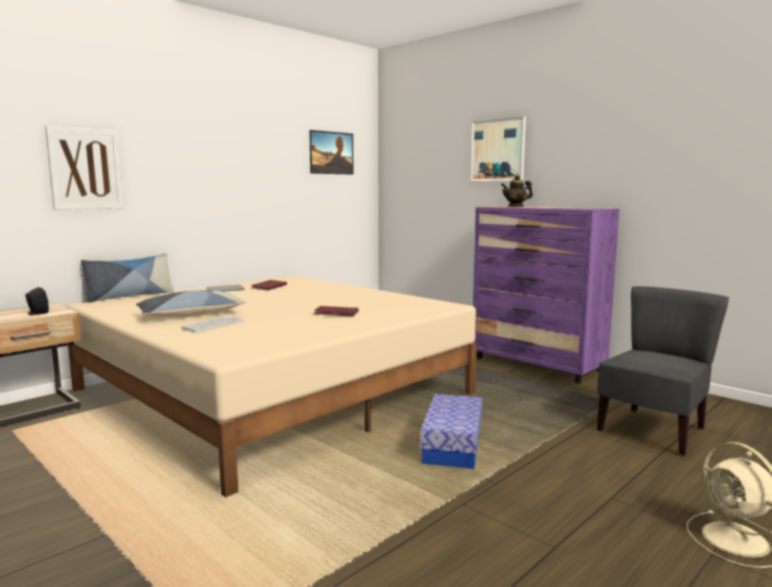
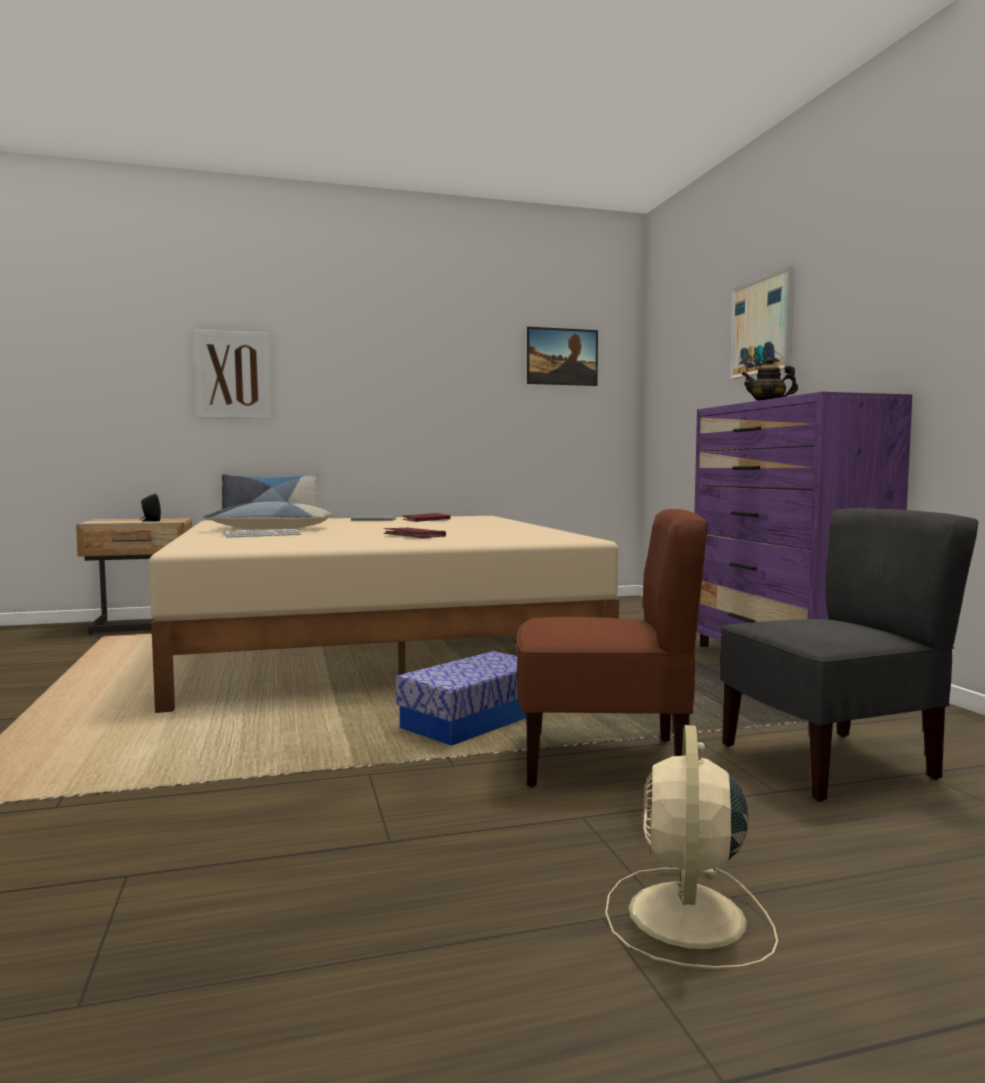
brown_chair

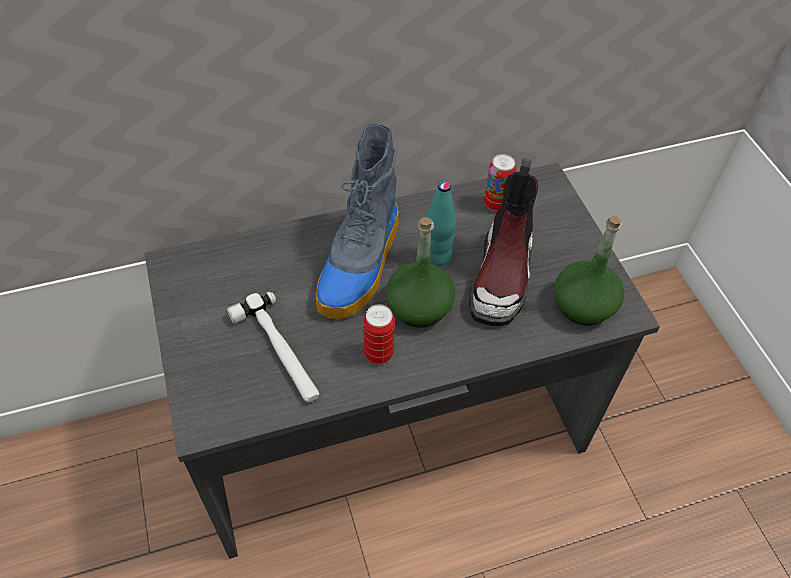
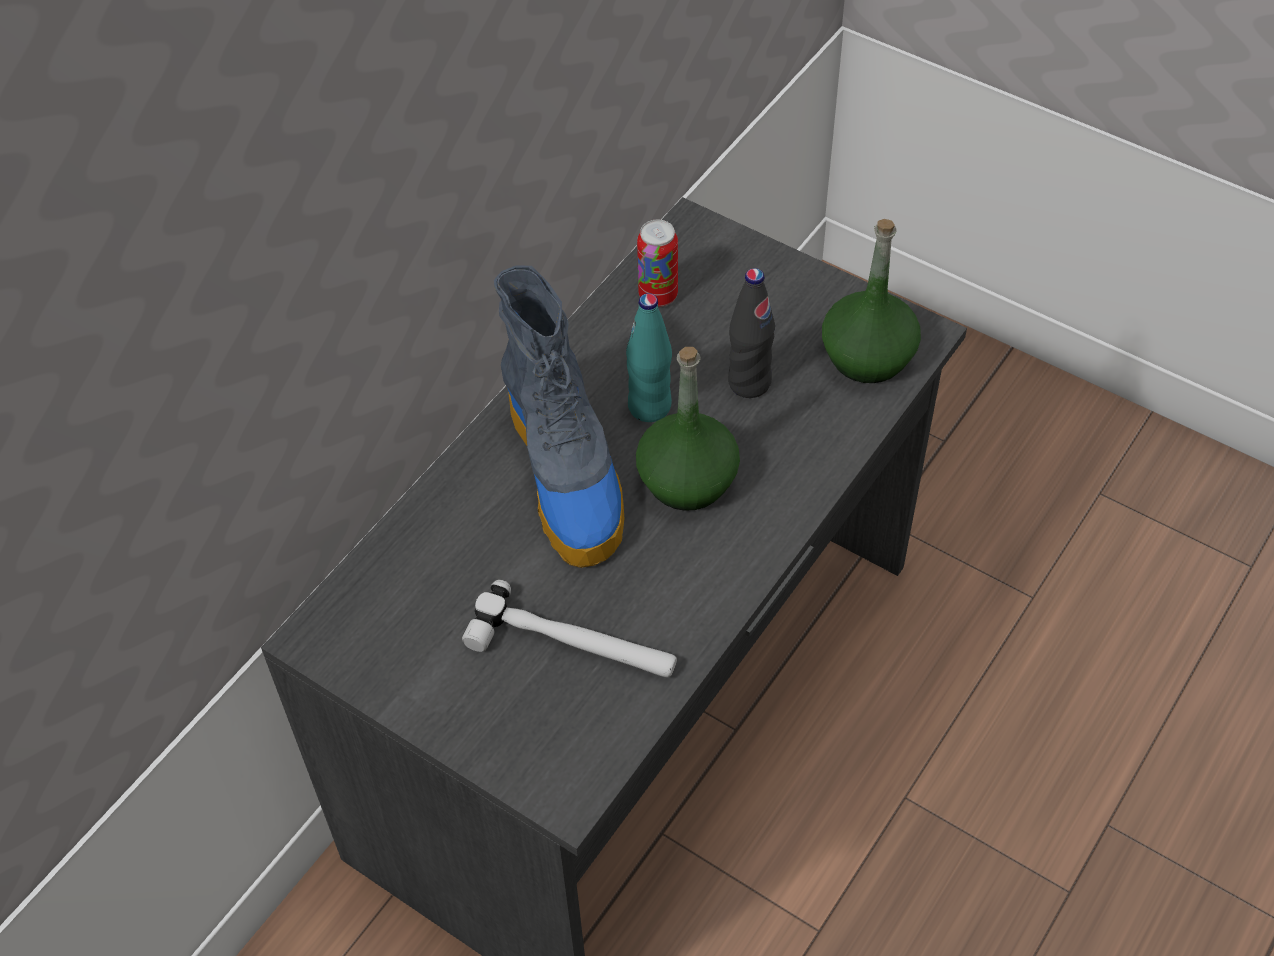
black_bottle
can (1st from left in the first image)

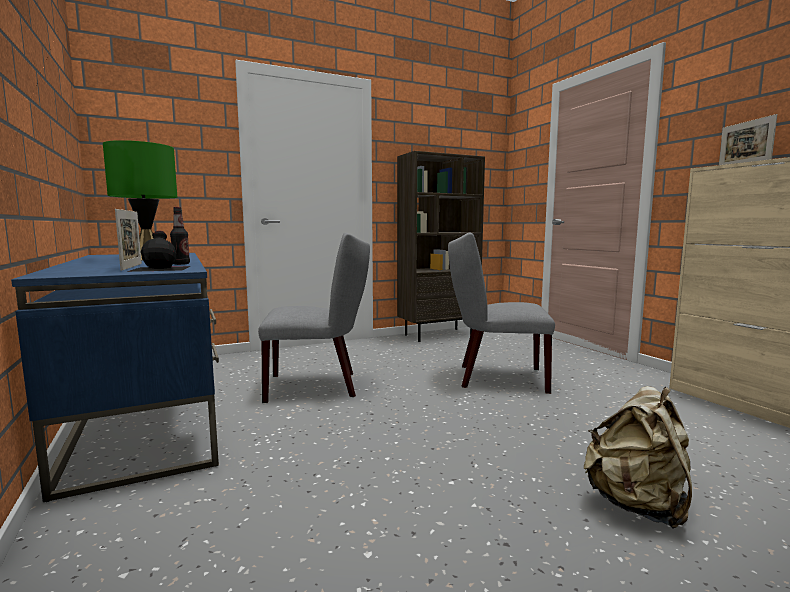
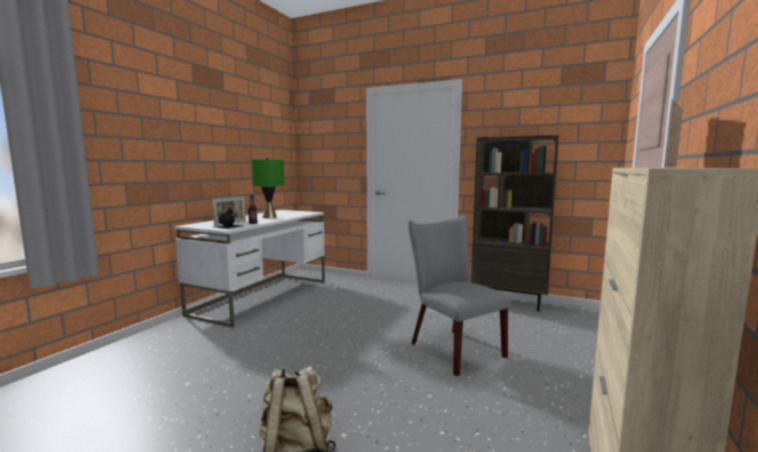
white_desk
grey_chair (1st from left in the first image)

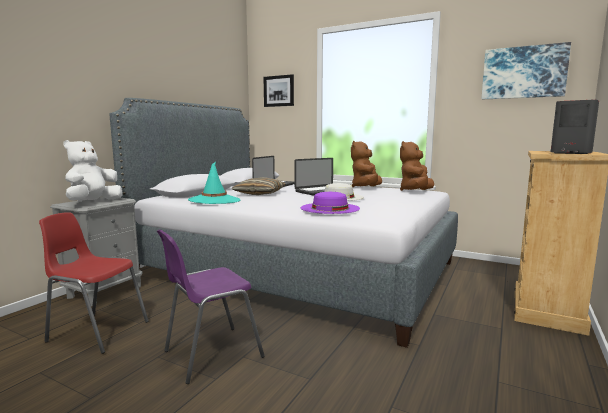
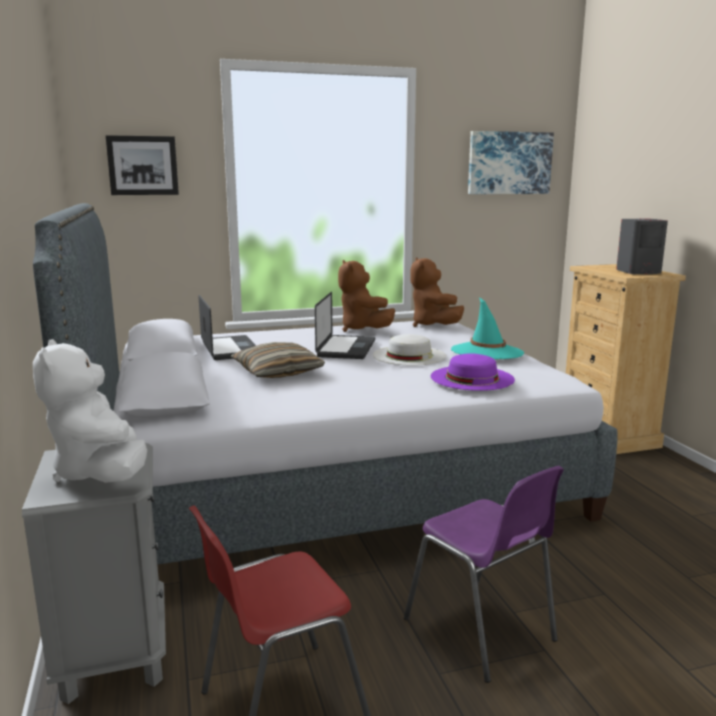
purple_chair
turquoise_hat

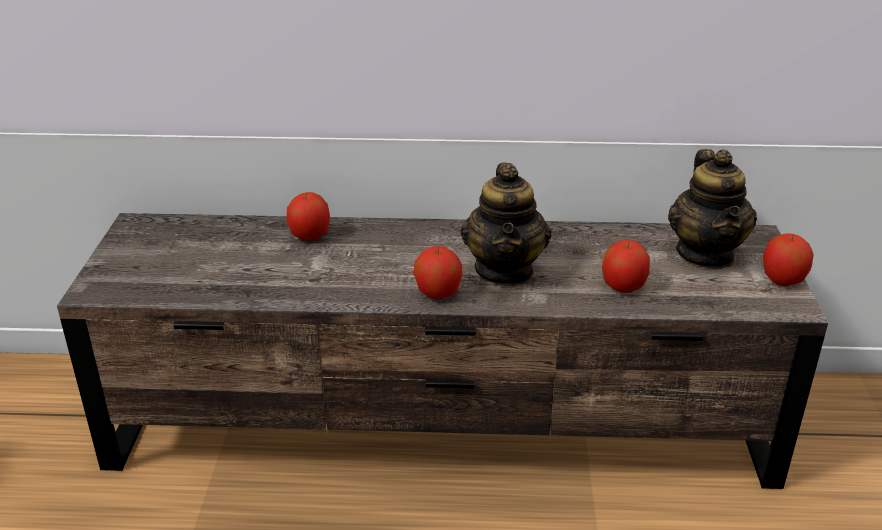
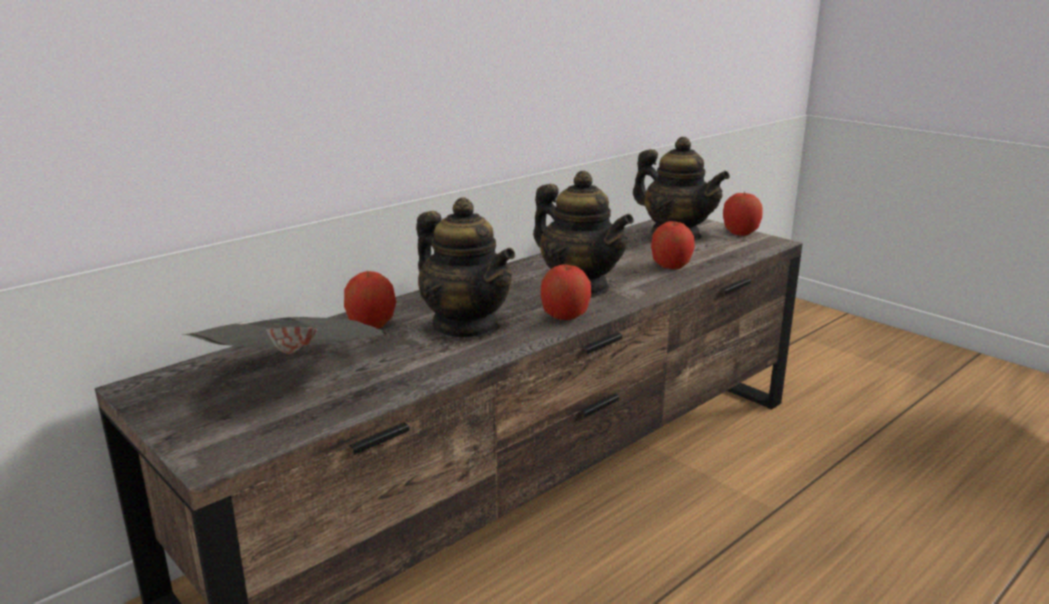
newspaper
teapot (1st from left)

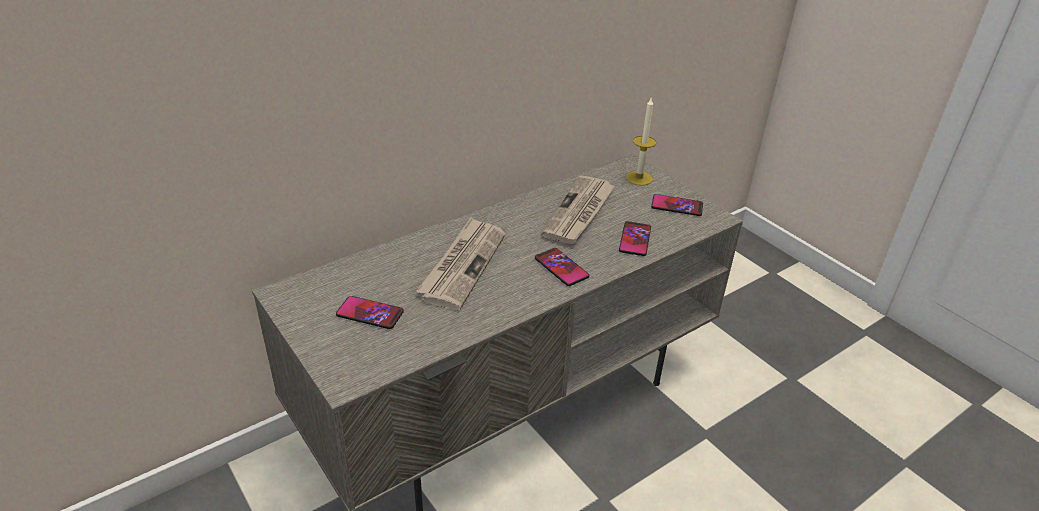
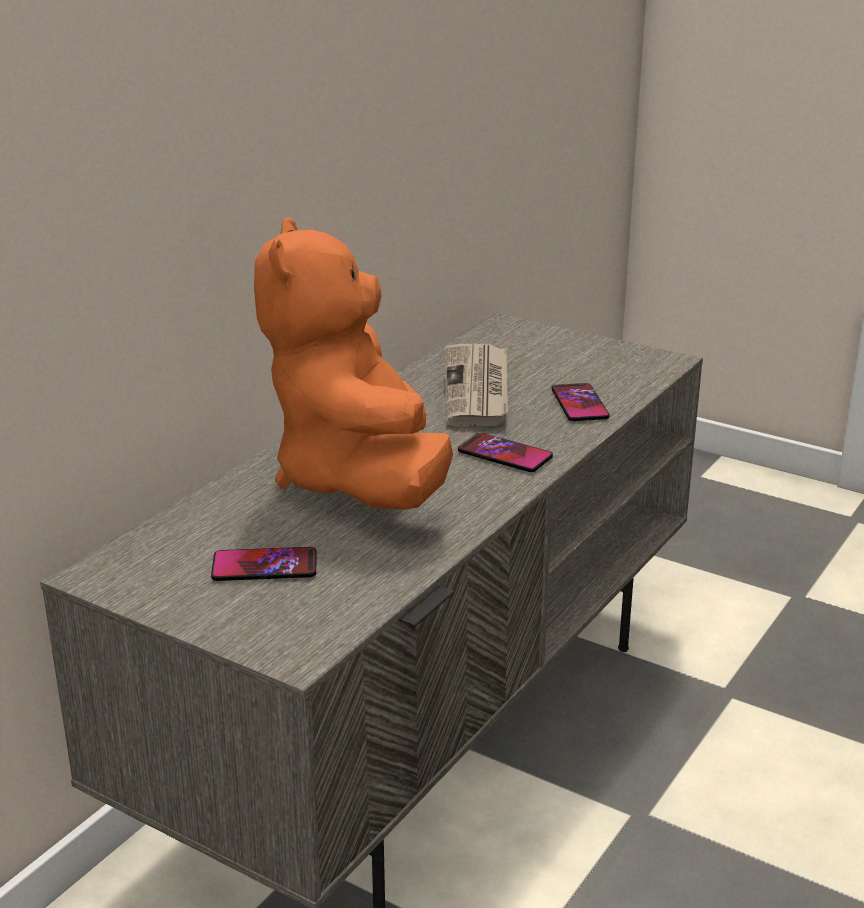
orange_plush_toy
candle
phone (4th from left in the first image)

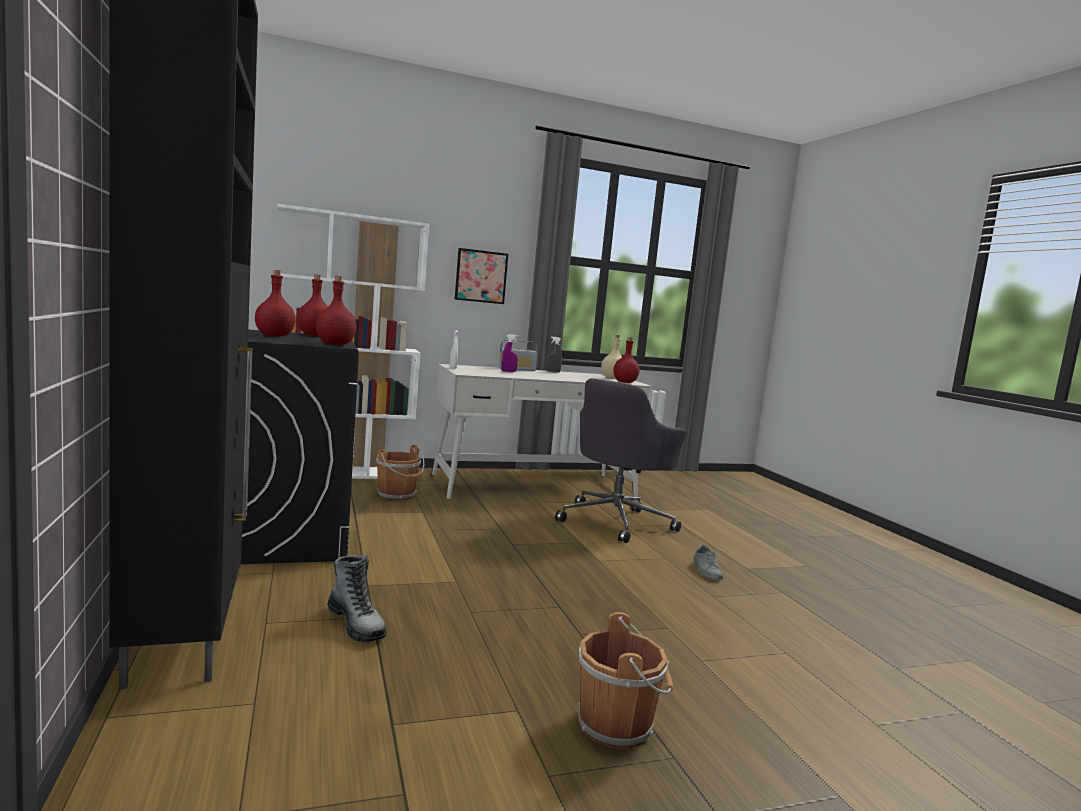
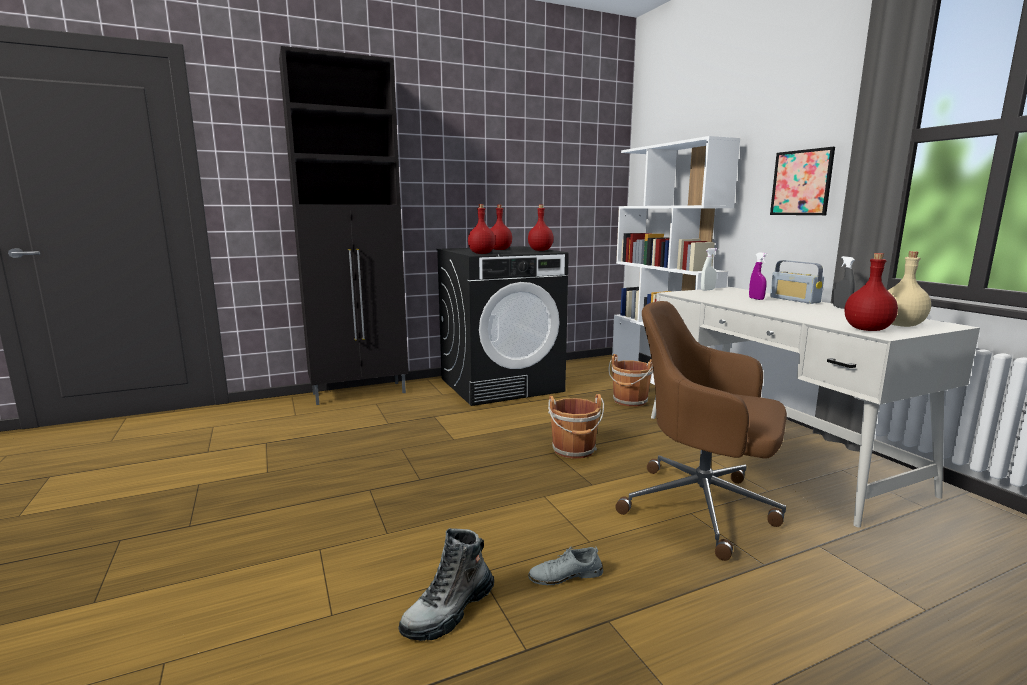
boot
brown_bucket (1st from left)
brown_office_chair

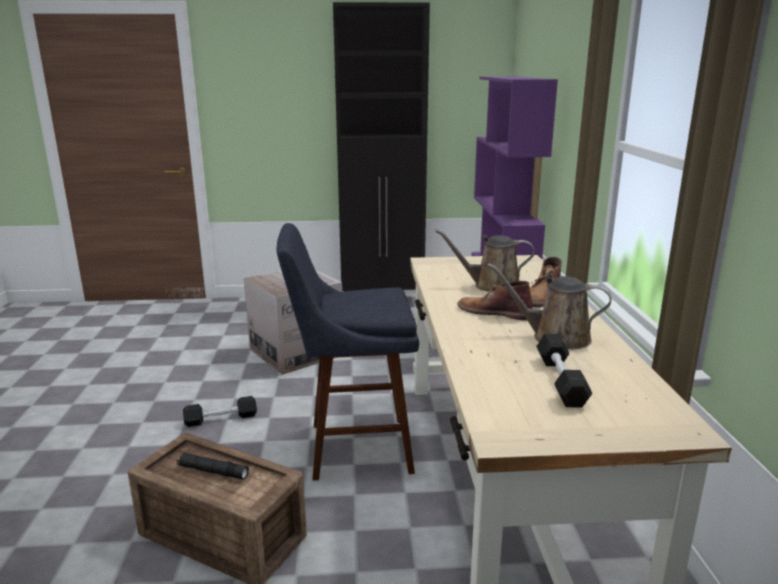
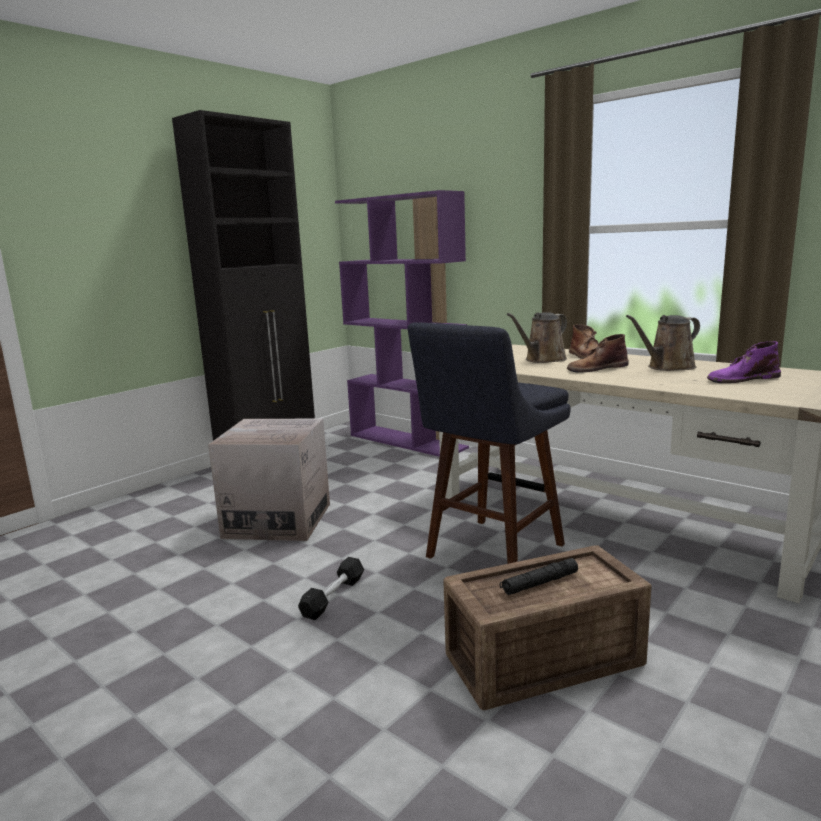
purple_boot

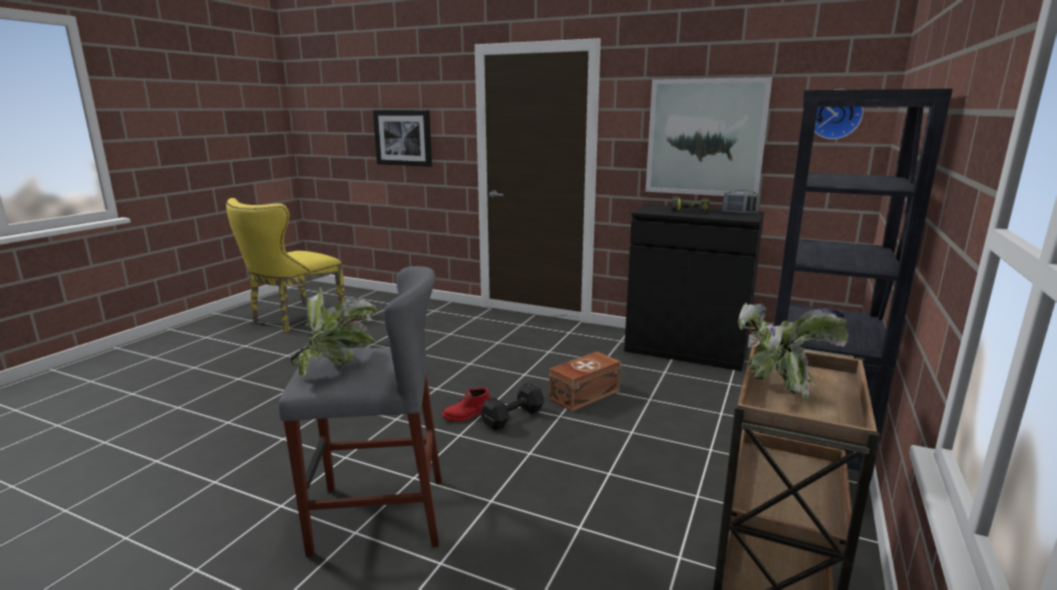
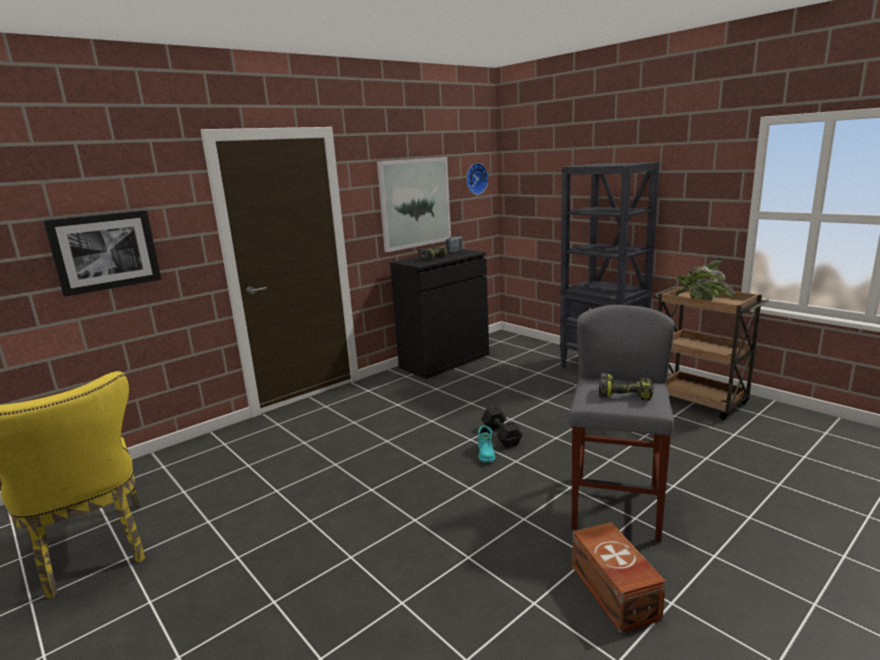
turquoise_boot
brown_storage_box
power_drill (2nd from left)

